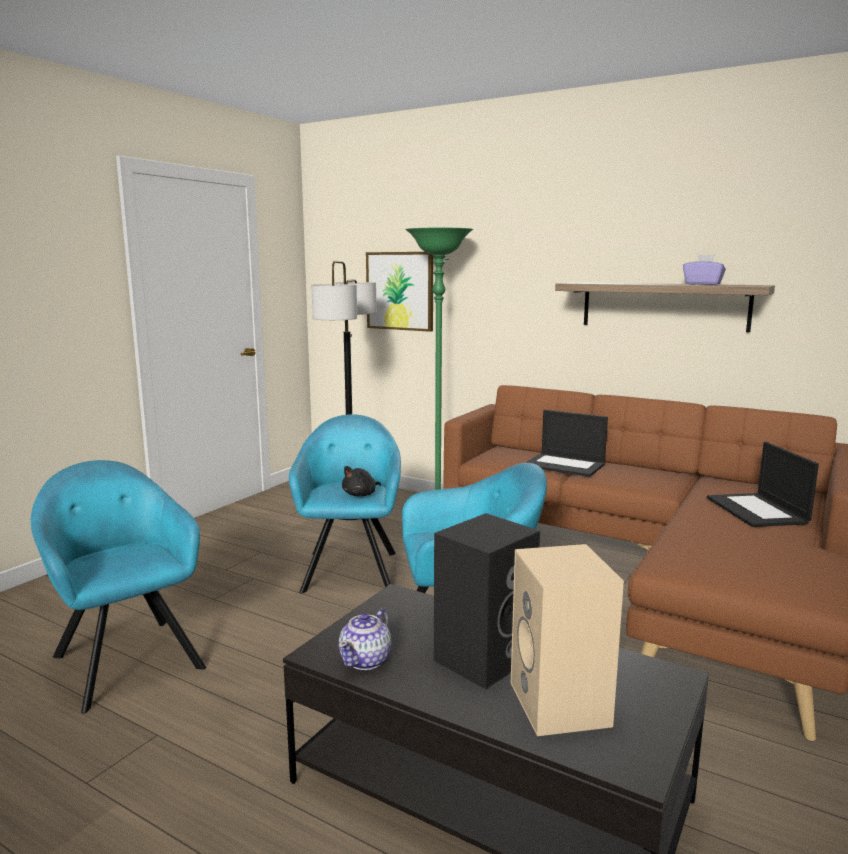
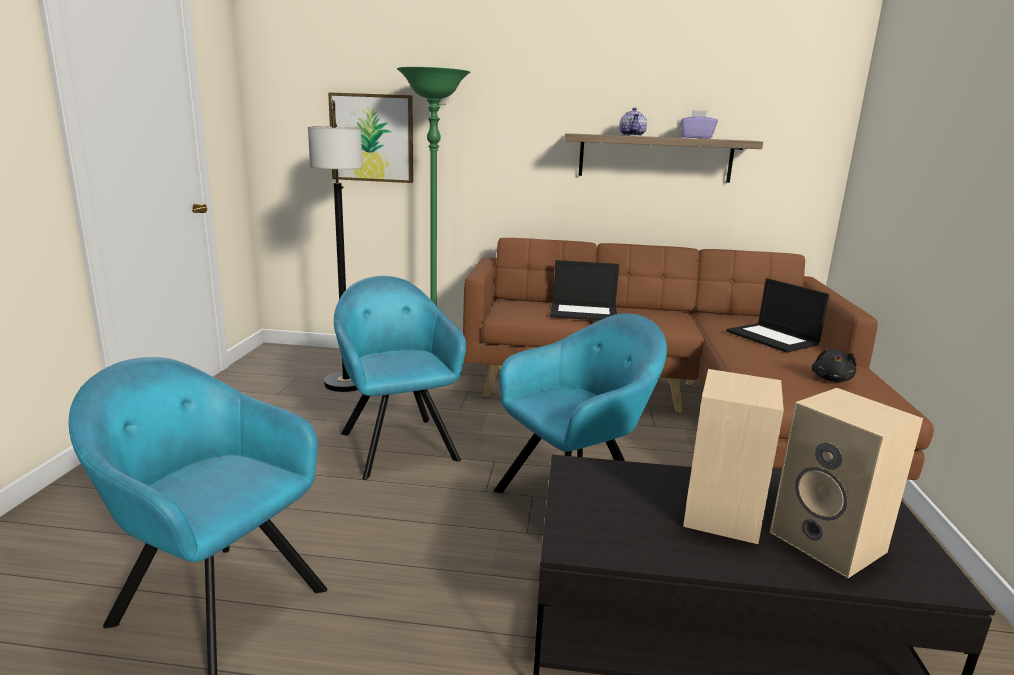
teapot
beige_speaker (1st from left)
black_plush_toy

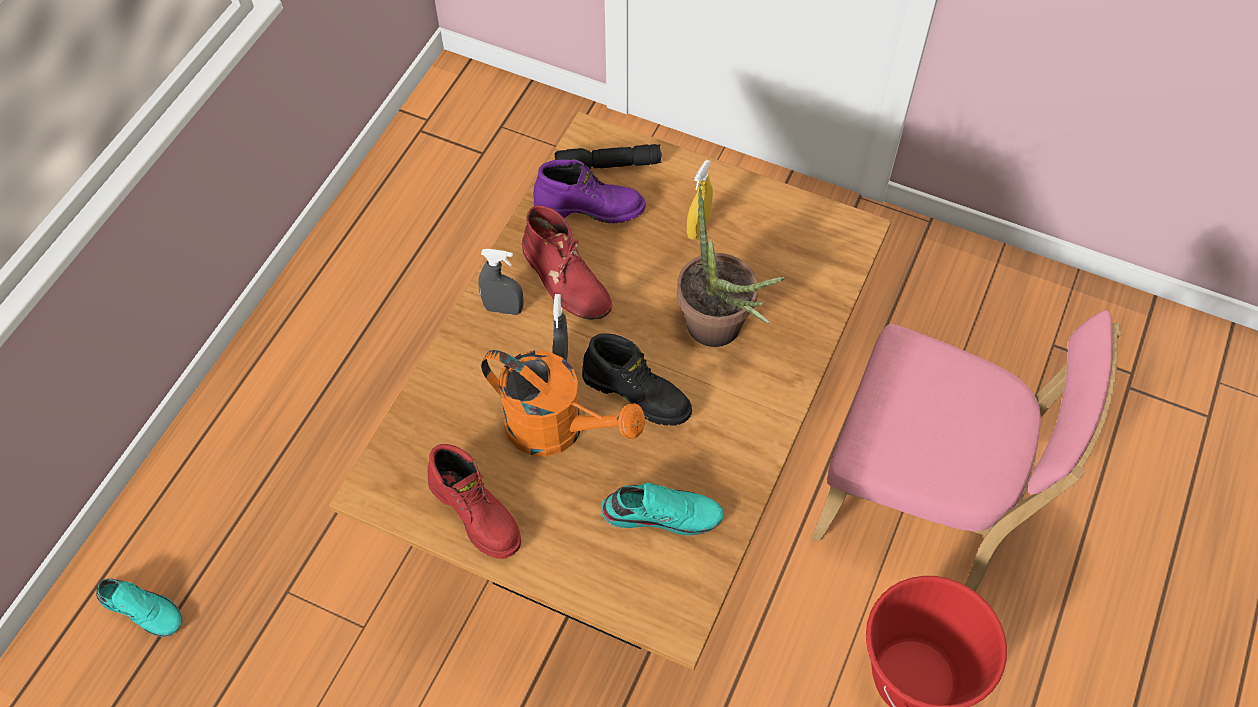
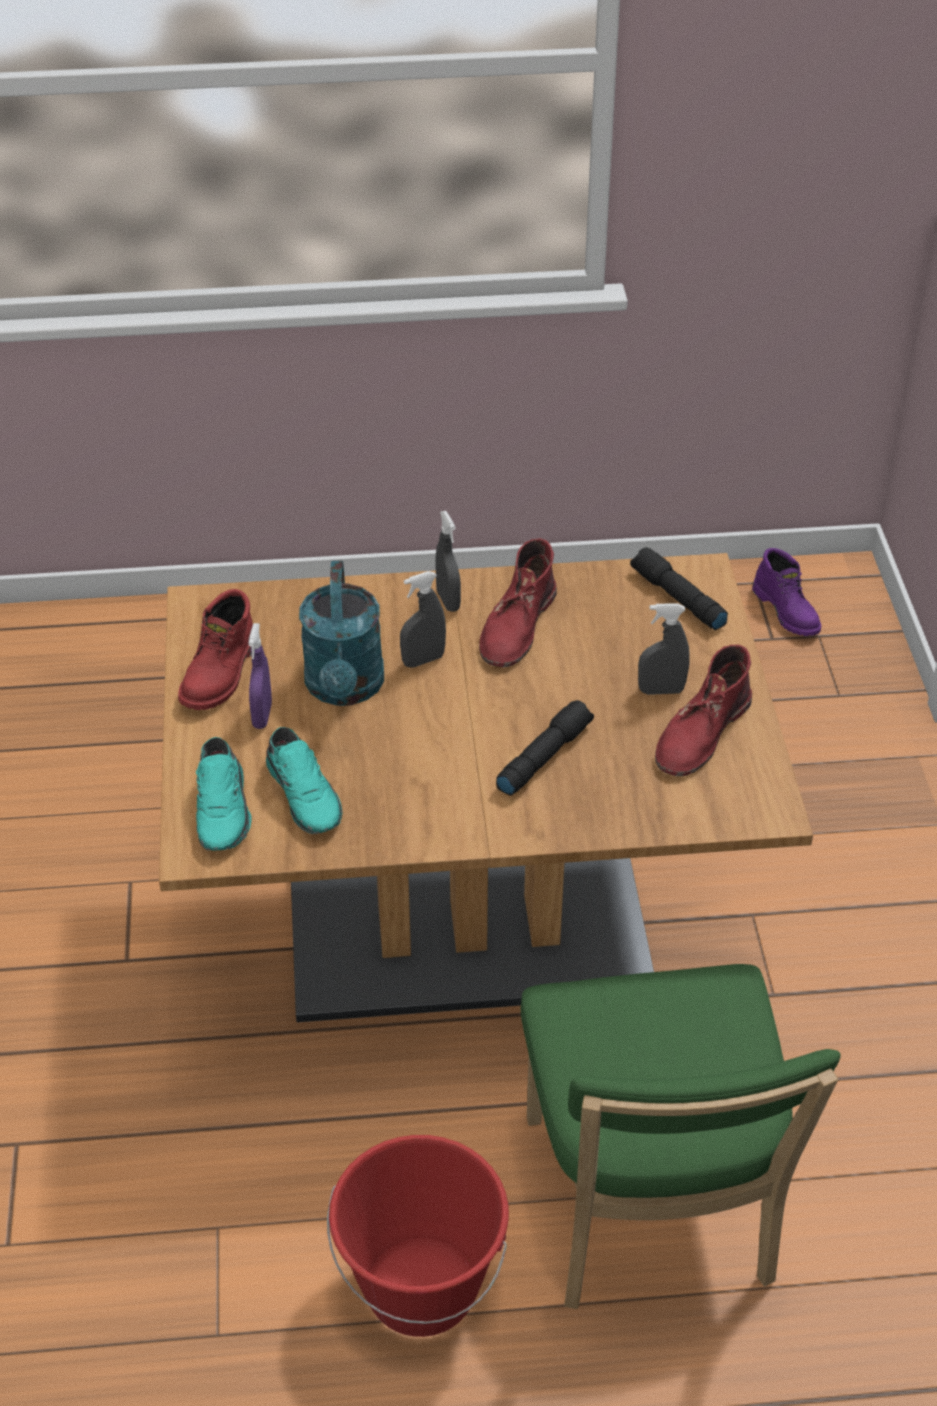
turquoise_shoe (1st from left)
purple_spray_bottle
turquoise_watering_can
black_flashlight (1st from left)
green_chair
grey_spray_bottle (3rd from left)
red_boot (3rd from left)
purple_boot
black_boot

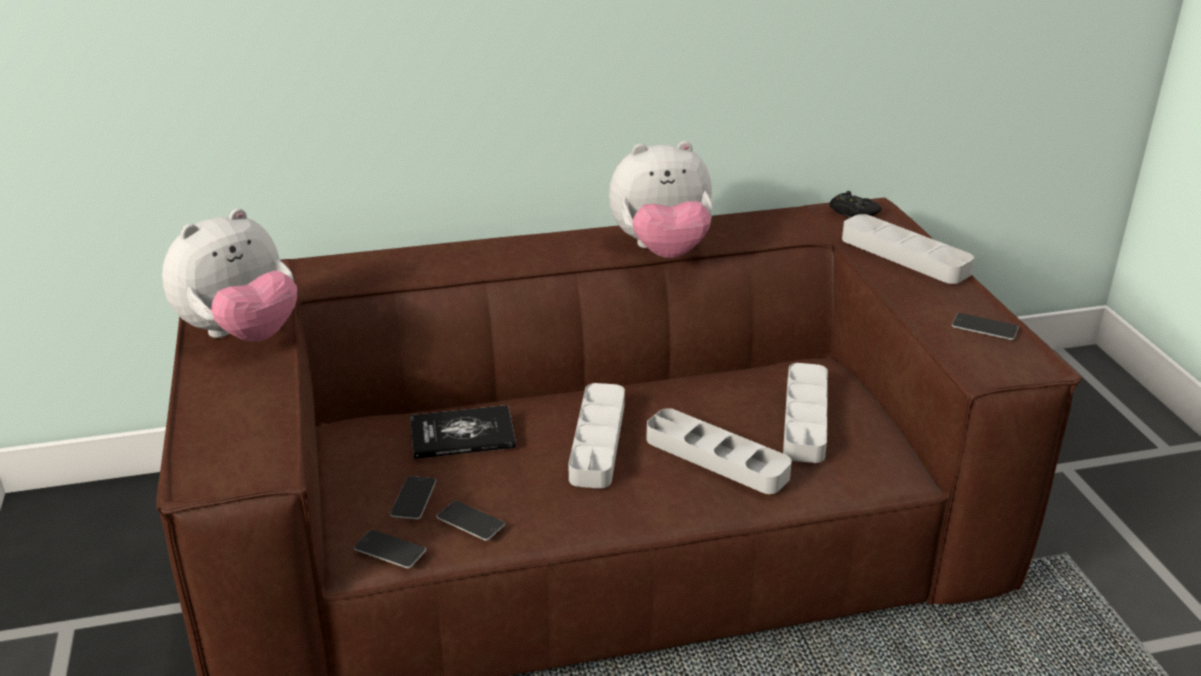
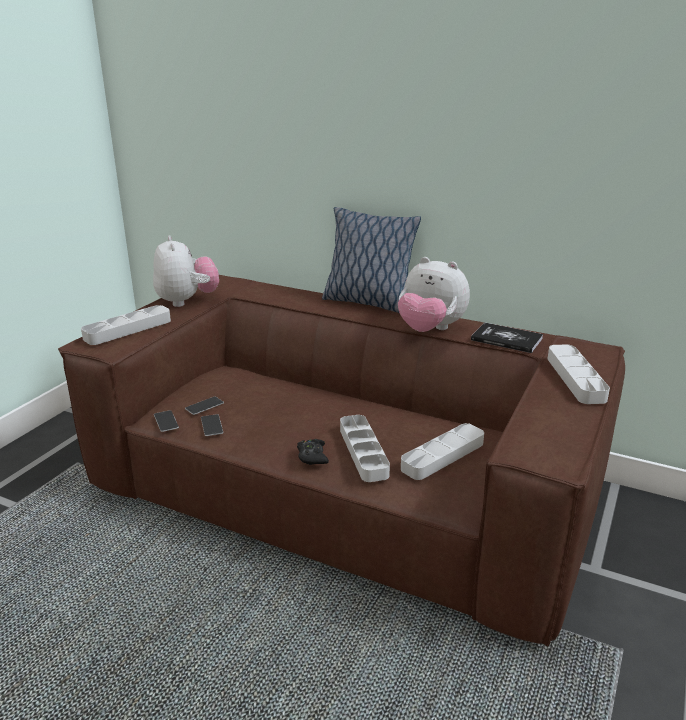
grey_tray (1st from left)
plush_toy (1st from left)
black_game_controller
pillow
book
phone (4th from left in the first image)

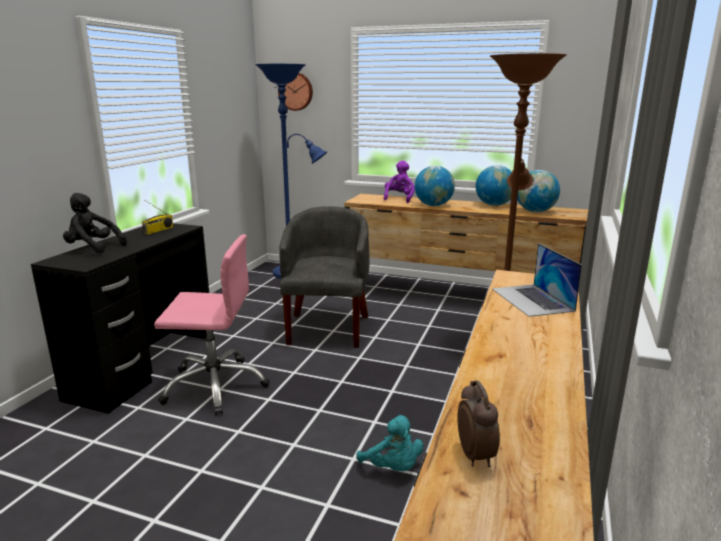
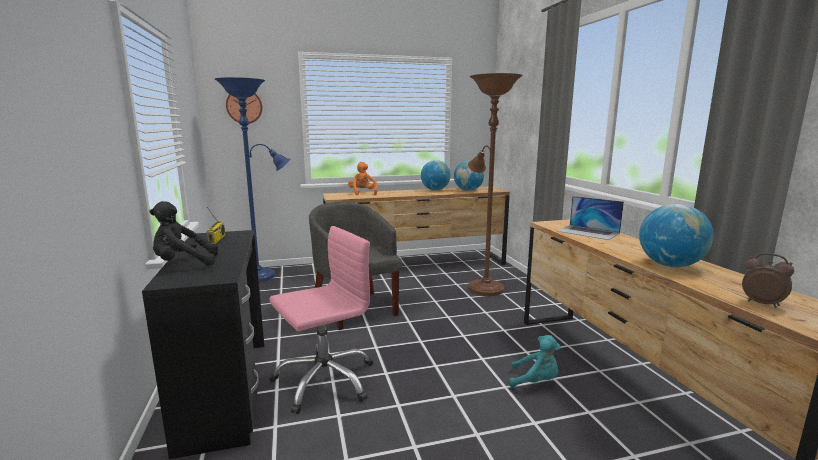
orange_plush_toy
globe (3rd from left)

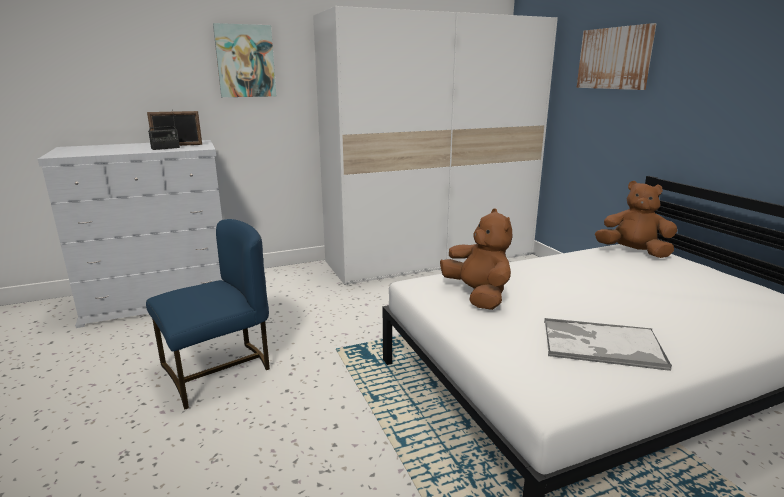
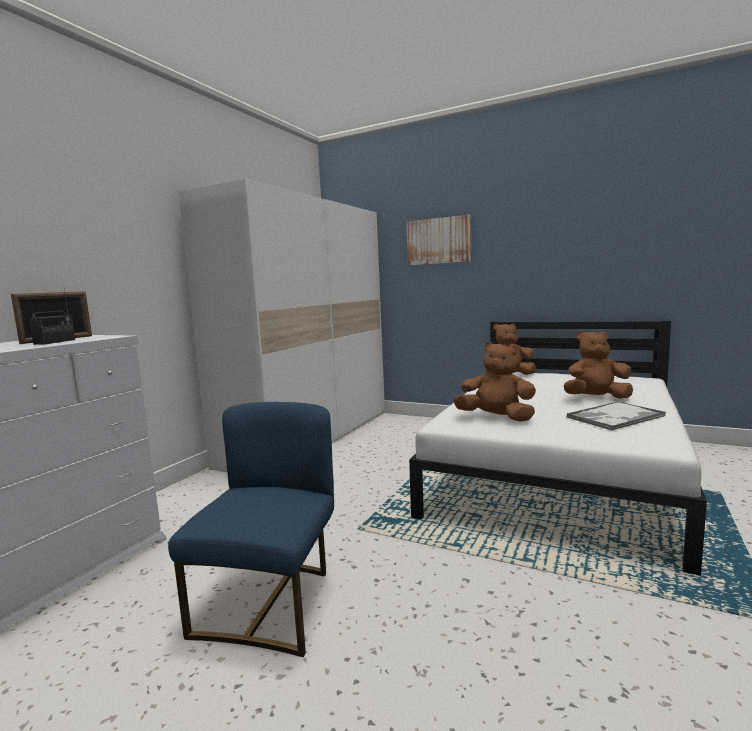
brown_plush_toy (3rd from left)
picture (1st from left in the first image)

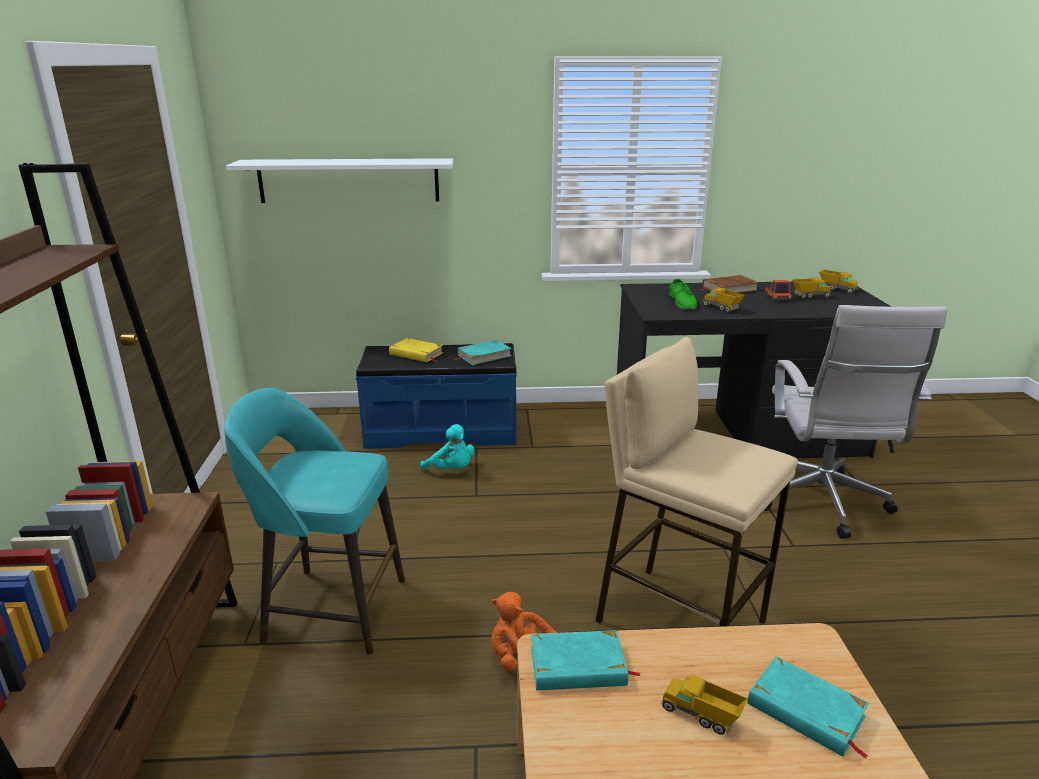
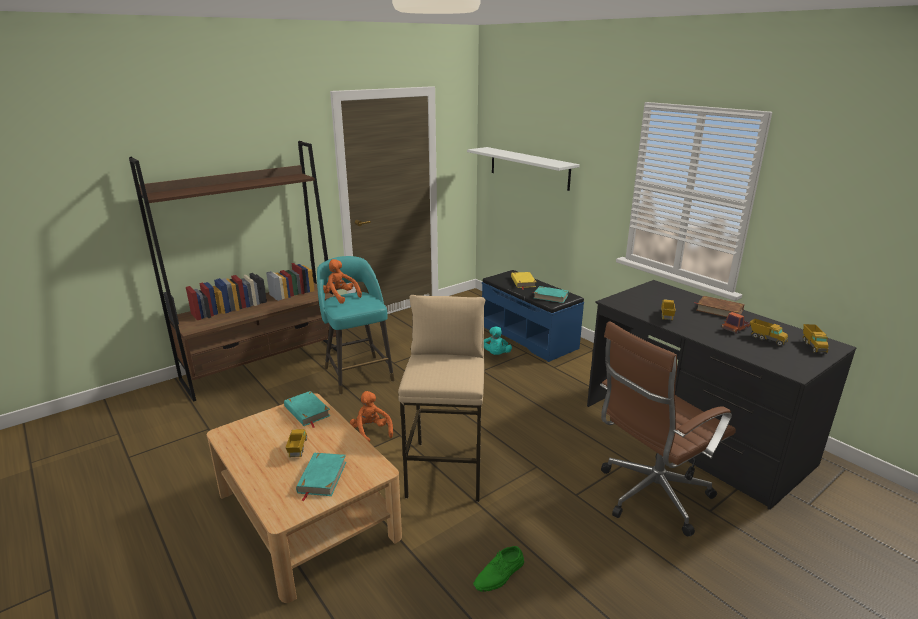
orange_plush_toy (1st from left)
green_shoe
brown_office_chair

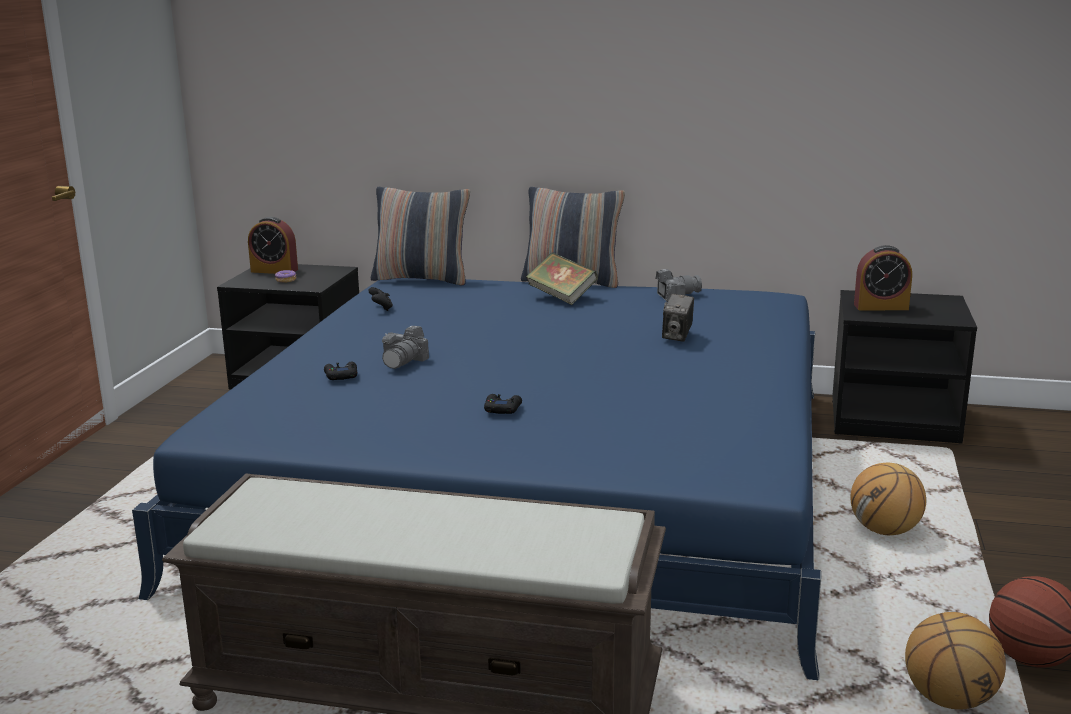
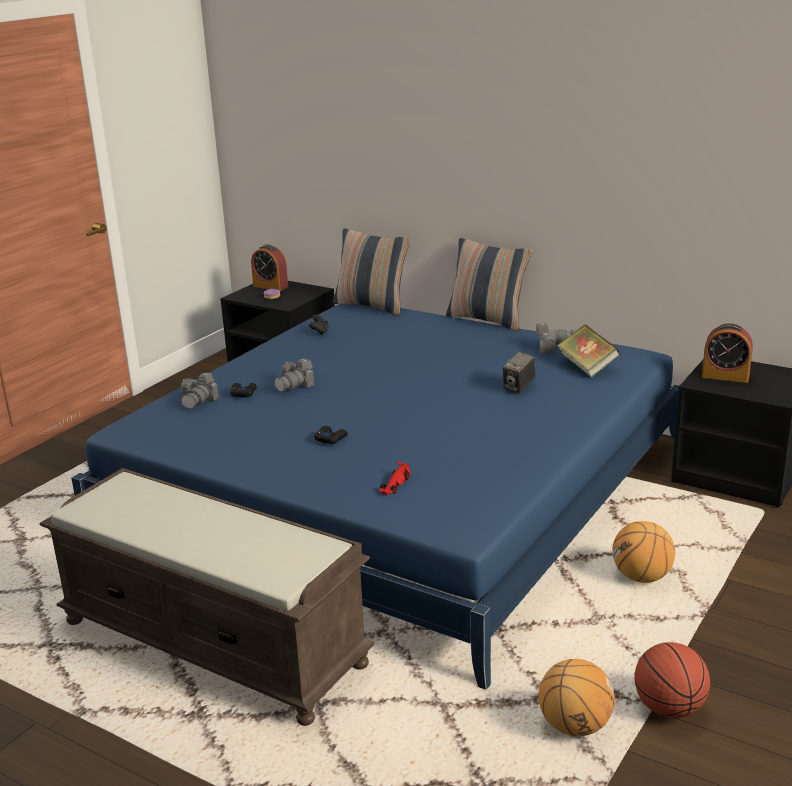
photo_camera (1st from left)
red_toy_car
book

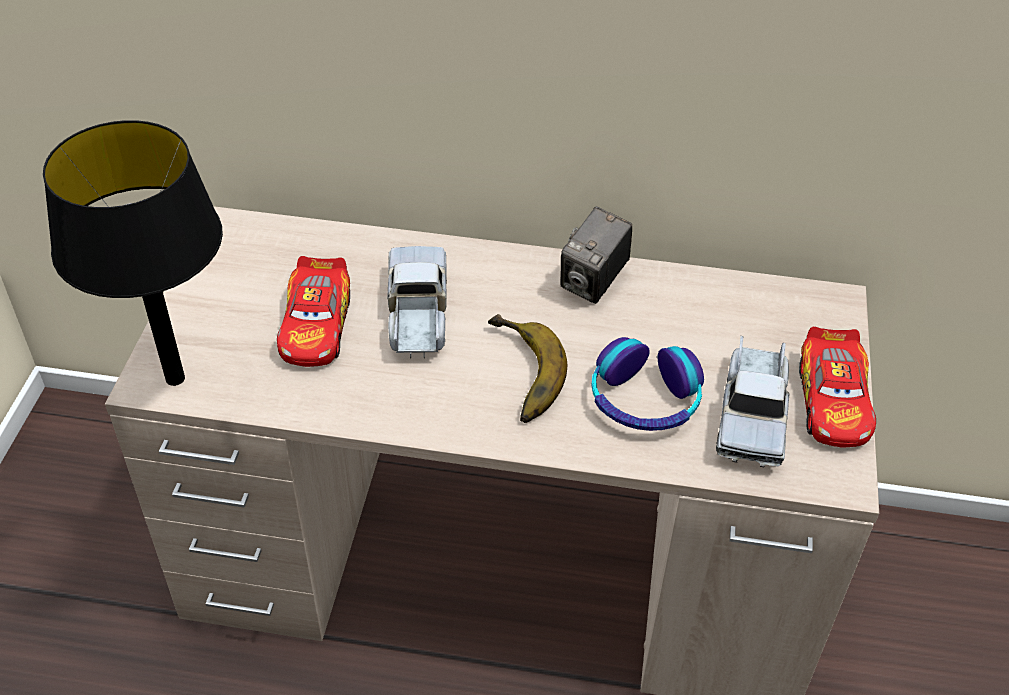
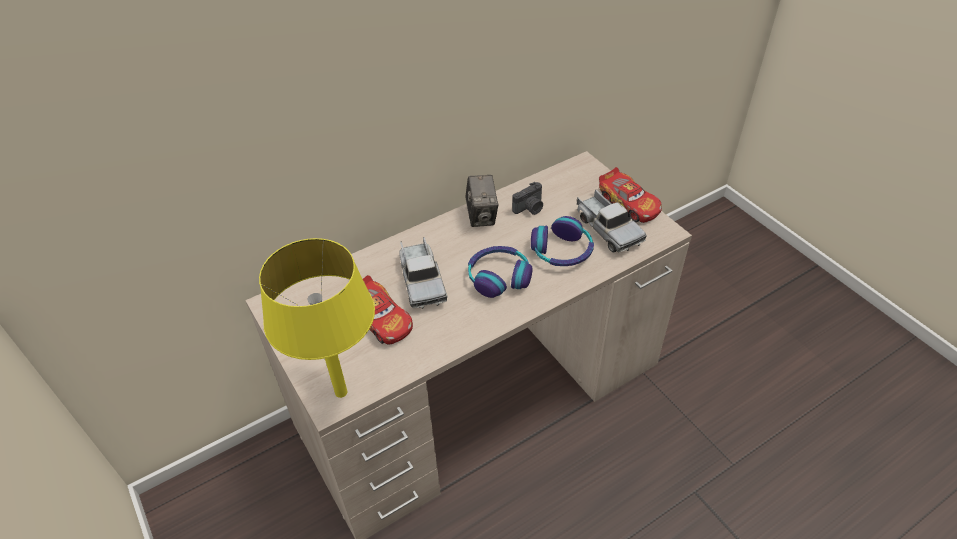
yellow_table_lamp
toy_truck (1st from left)
headphones (1st from left)
photo_camera (2nd from left)

